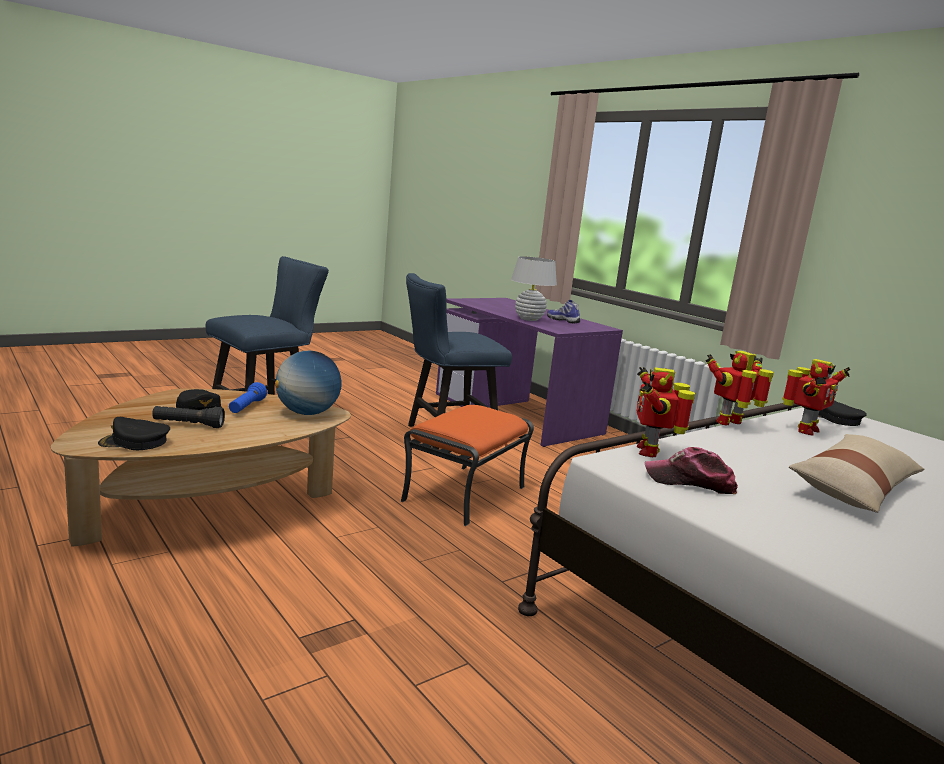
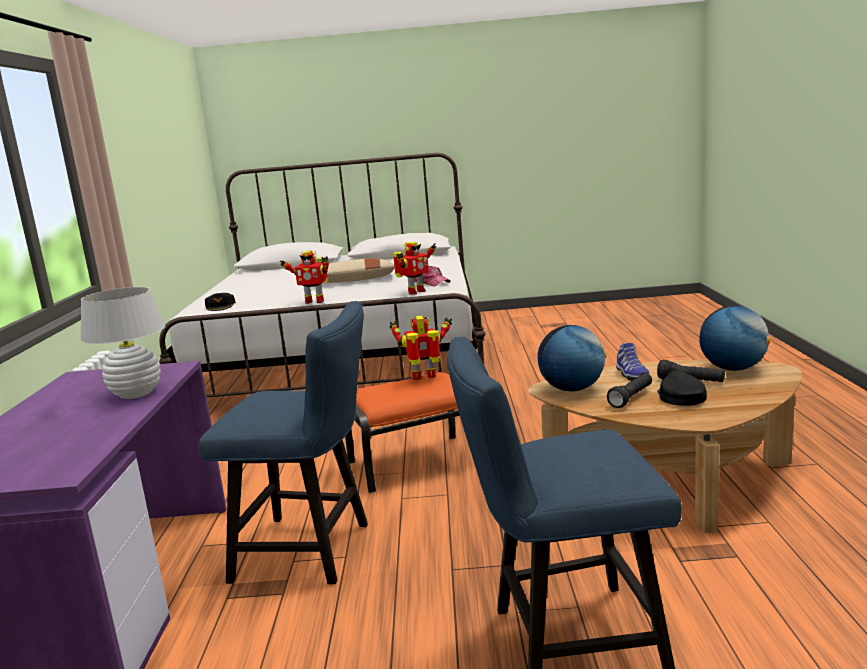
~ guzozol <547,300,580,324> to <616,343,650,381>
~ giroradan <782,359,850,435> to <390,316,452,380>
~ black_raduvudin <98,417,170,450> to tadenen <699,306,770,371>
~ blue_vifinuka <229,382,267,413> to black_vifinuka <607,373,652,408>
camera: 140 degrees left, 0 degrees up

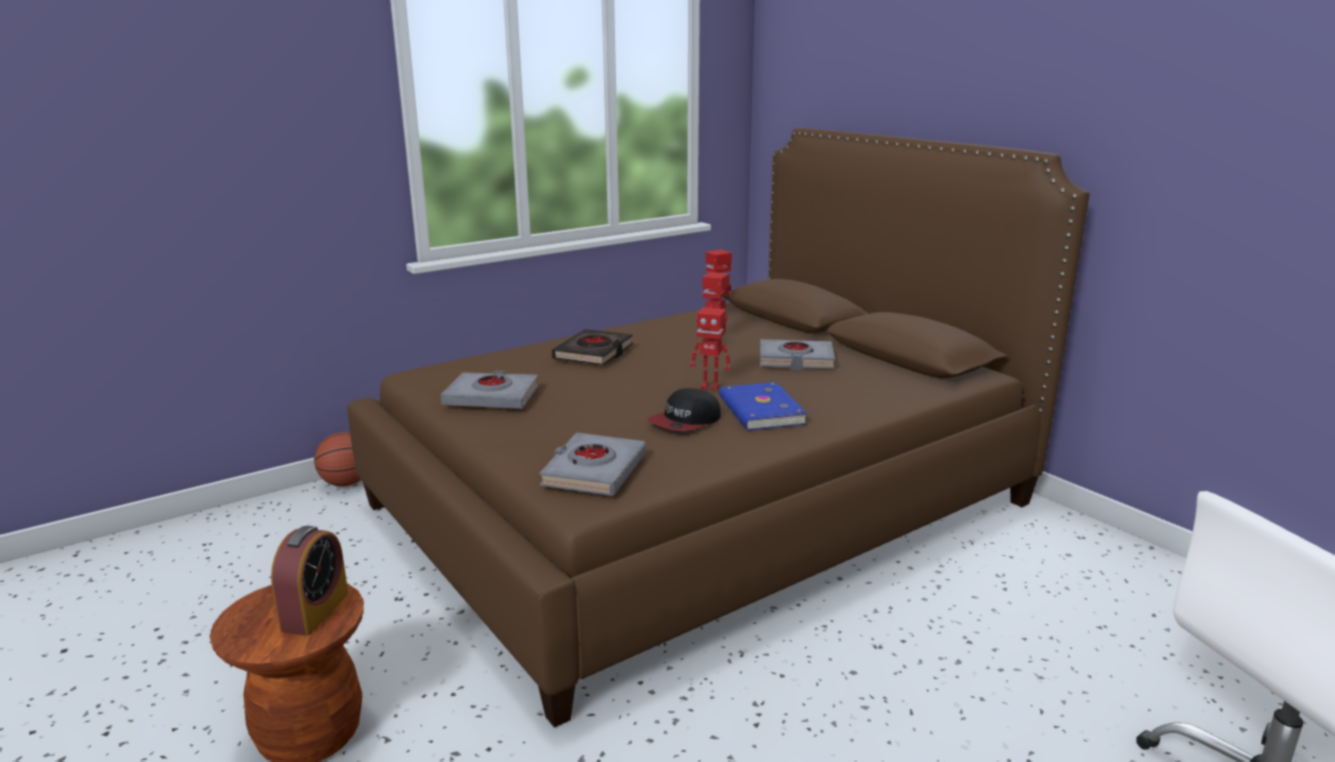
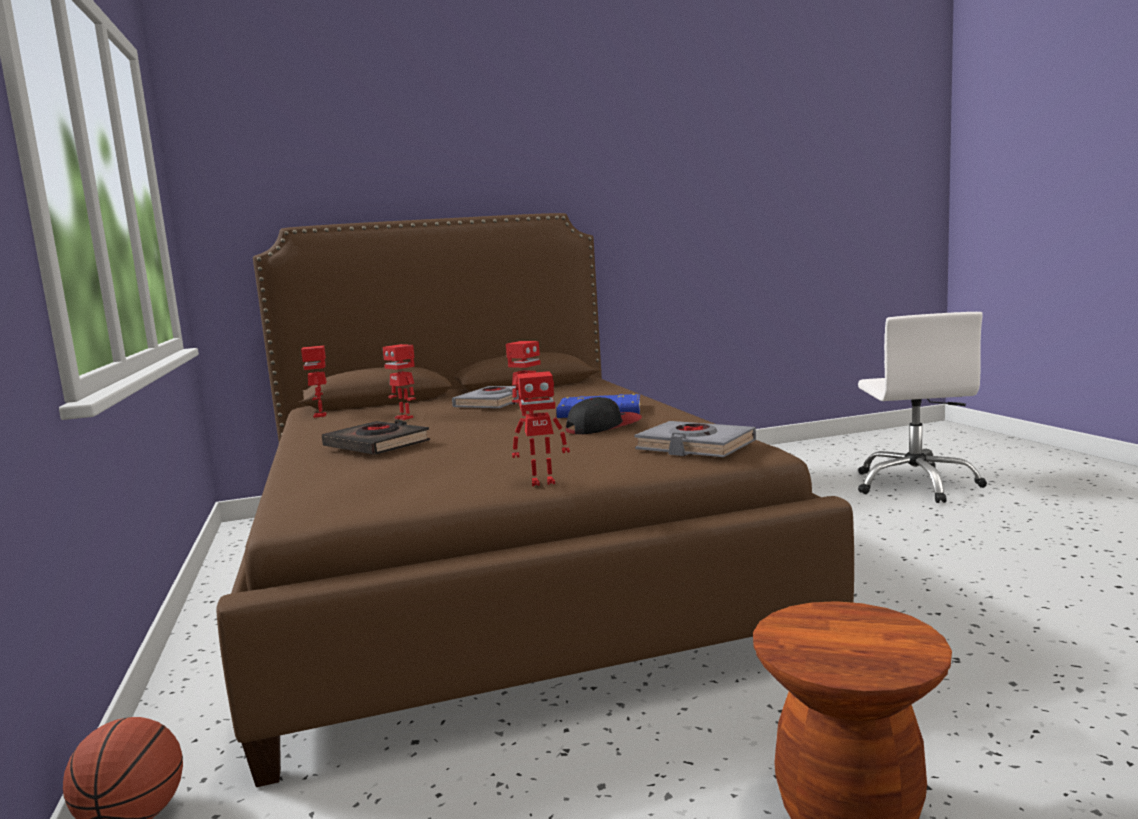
- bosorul <271,526,348,636>
- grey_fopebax <441,370,539,409>
+ giroradan <512,371,570,486>
~ raduvudin <647,388,721,431> = <566,397,642,434> 90 degrees counterclockwise
camera: 70 degrees left, 10 degrees down

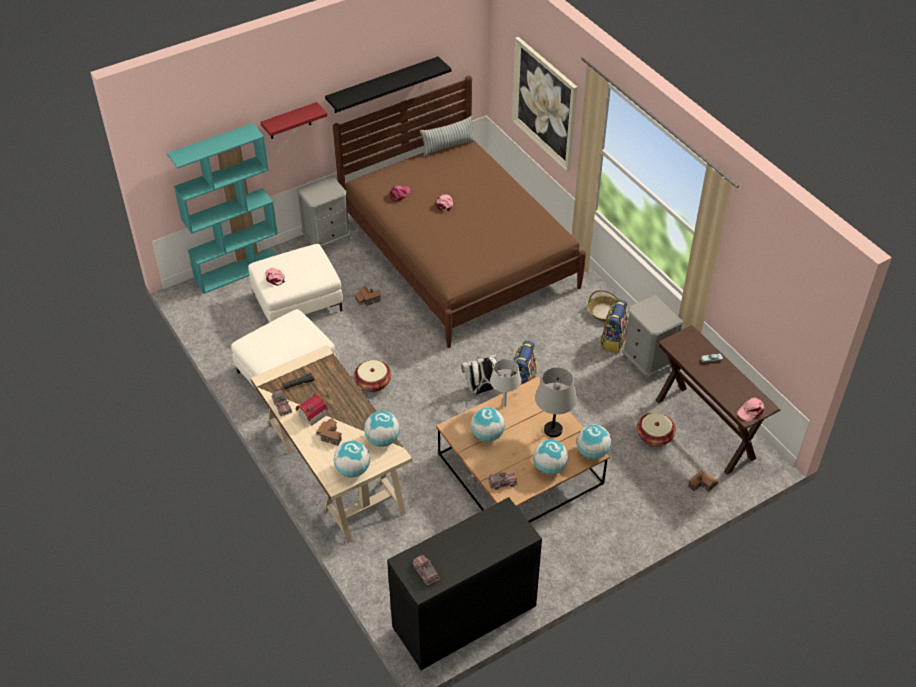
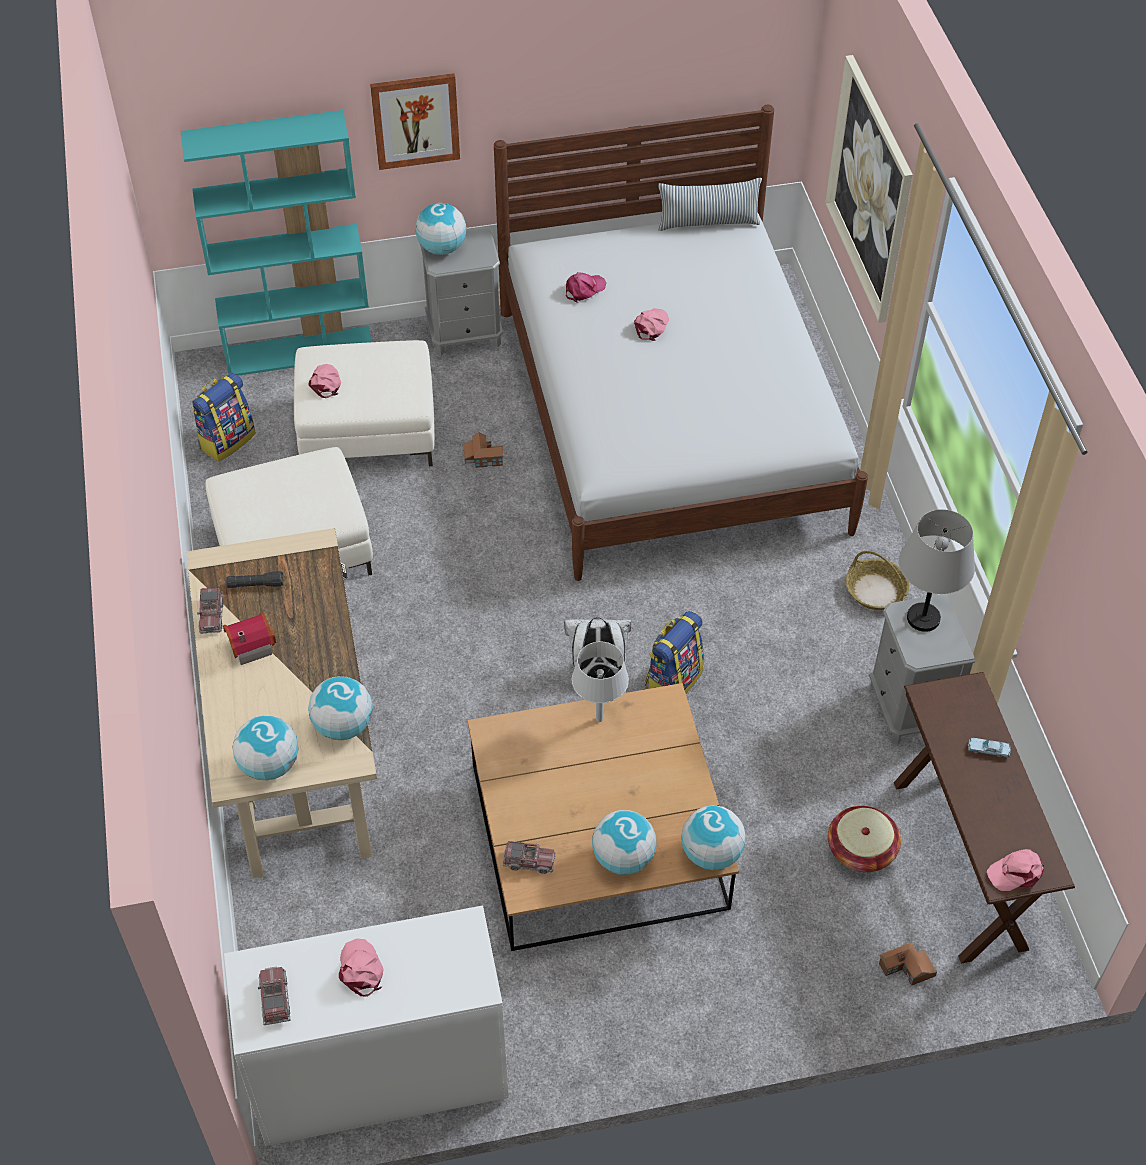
- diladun <316,418,342,446>
- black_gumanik <325,56,451,113>
- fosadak <354,360,391,392>
+ pink_raduvudin <339,938,383,997>
~ tadenen <471,408,505,442> to <415,203,466,255>
~ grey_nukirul <535,367,577,437> to <899,509,975,632>
~ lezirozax <600,299,628,353> to <191,372,255,461>
~ red_gumanik <260,102,327,139> to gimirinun <370,73,460,170>
~ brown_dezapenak <333,76,586,348> to white_dezapenak <494,105,868,581>
~ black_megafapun <387,497,542,670> to white_megafapun <224,905,509,1146>
camera: 20 degrees right, 5 degrees up

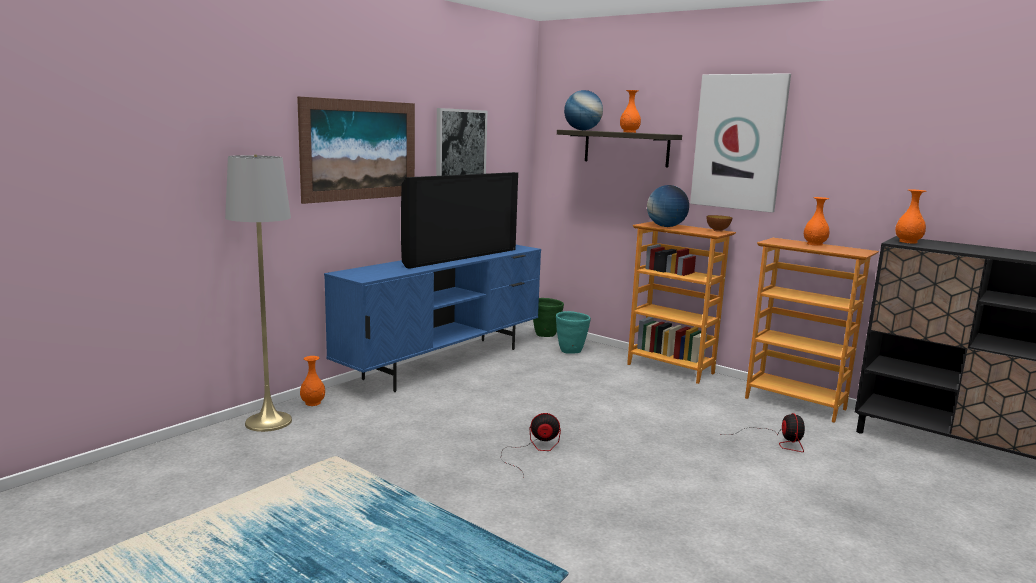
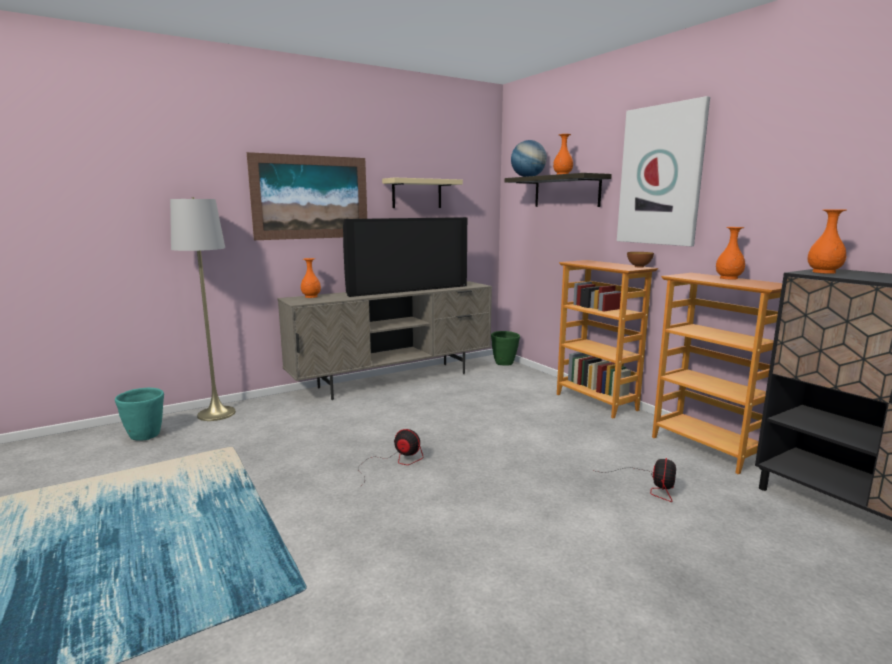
- tadenen <647,185,689,227>
~ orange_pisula <300,356,325,406> to <301,258,321,298>
~ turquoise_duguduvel <556,311,591,354> to <115,388,164,441>
~ gimirinun <436,108,487,176> to beige_gumanik <382,177,463,208>
~ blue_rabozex <324,245,541,392> to beige_rabozex <277,281,492,400>
camera: 20 degrees right, 0 degrees up

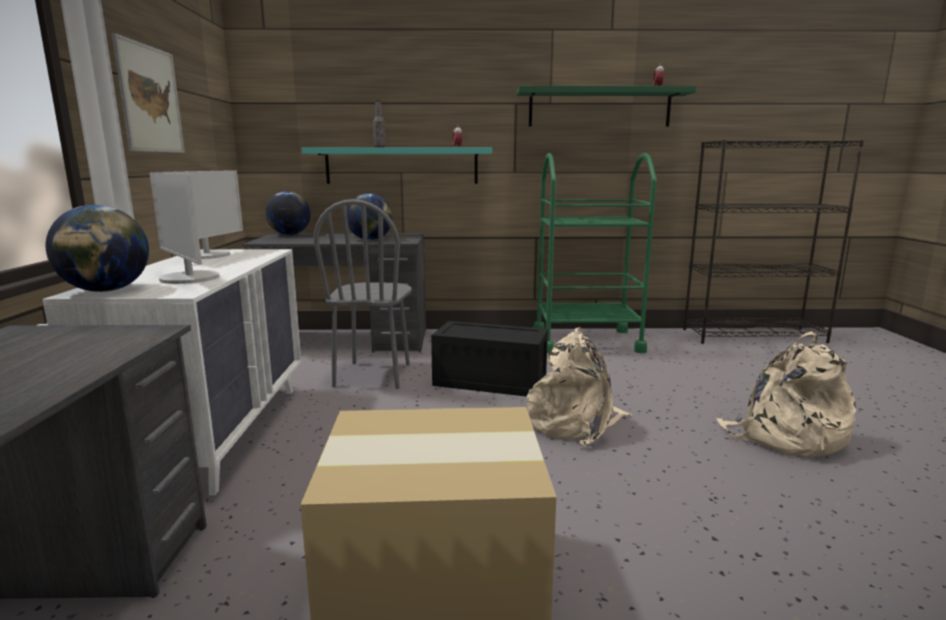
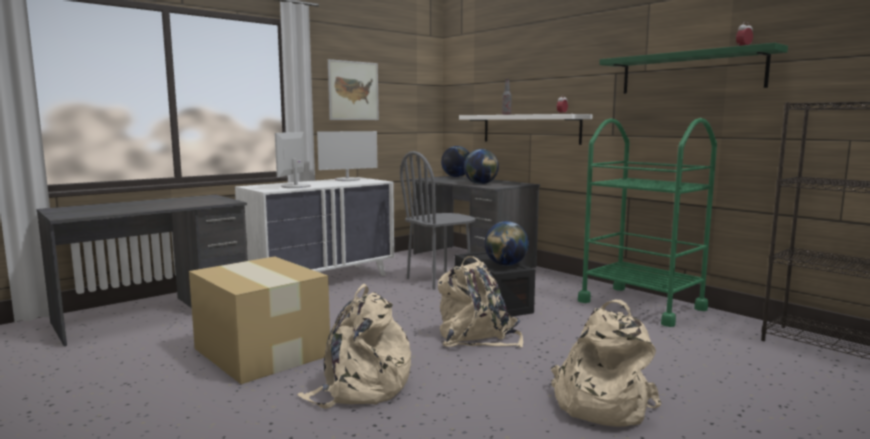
+ beige_lezirozax <297,284,411,409>
~ tadenen <46,205,149,292> to <485,221,529,266>
~ turquoise_gumanik <302,147,492,184> to white_gumanik <459,114,592,145>
camera: 50 degrees right, 5 degrees down

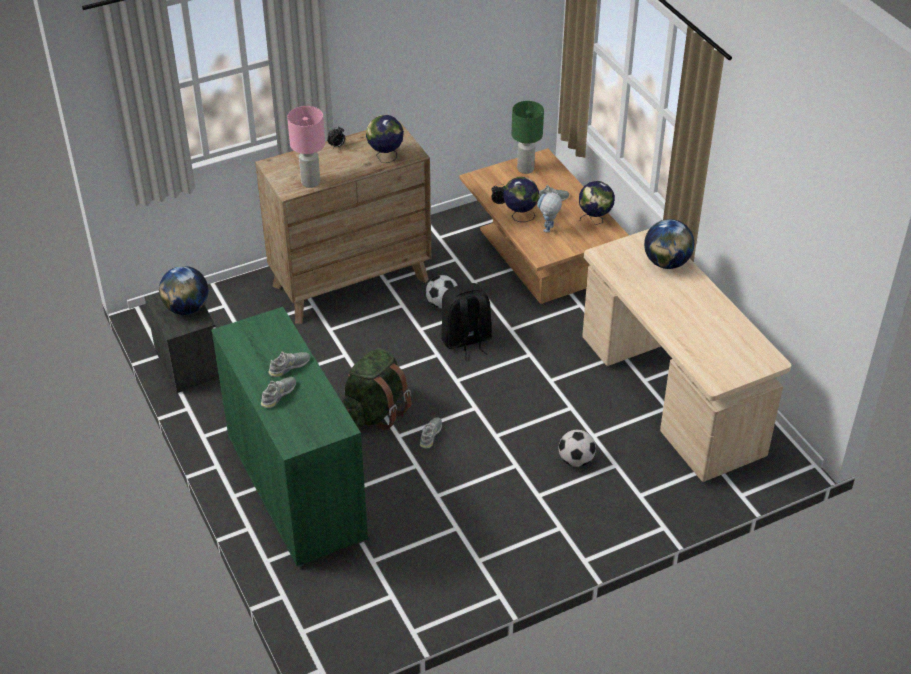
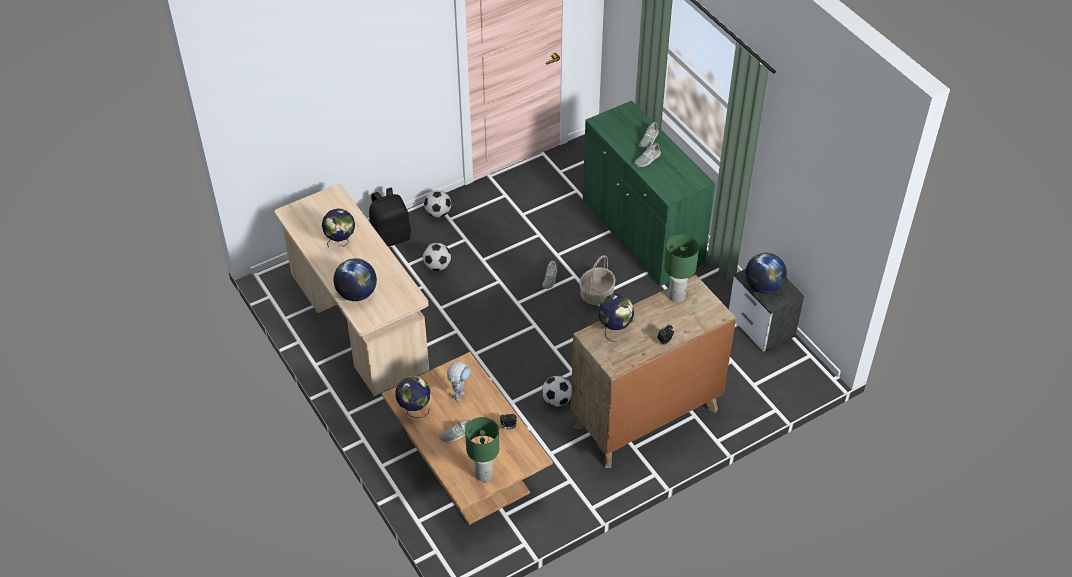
+ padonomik <424,190,451,217>
~ black_lezirozax <441,283,492,360> to <369,188,411,247>
~ tadenen <503,177,539,222> to <322,208,355,247>
~ green_lezirozax <342,348,412,430> to fosadak <579,255,616,305>
~ pink_nukirul <287,106,325,188> to green_nukirul <664,235,699,303>
camera: 175 degrees right, 5 degrees up

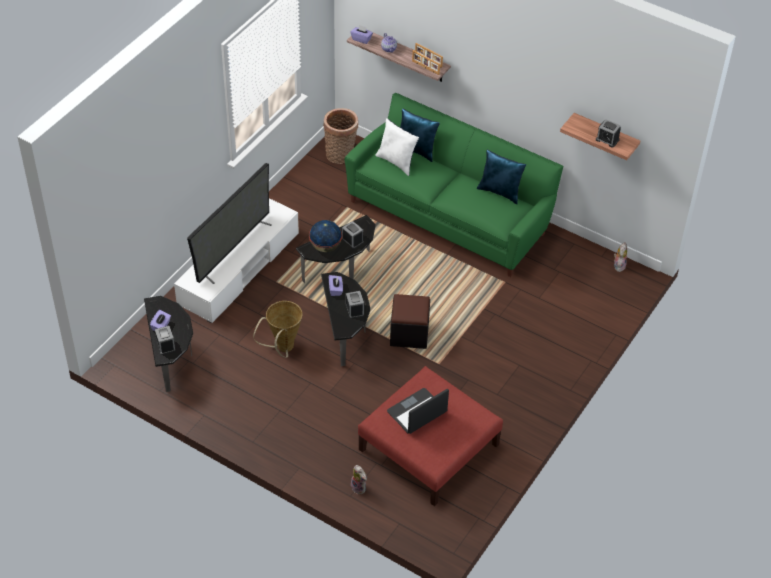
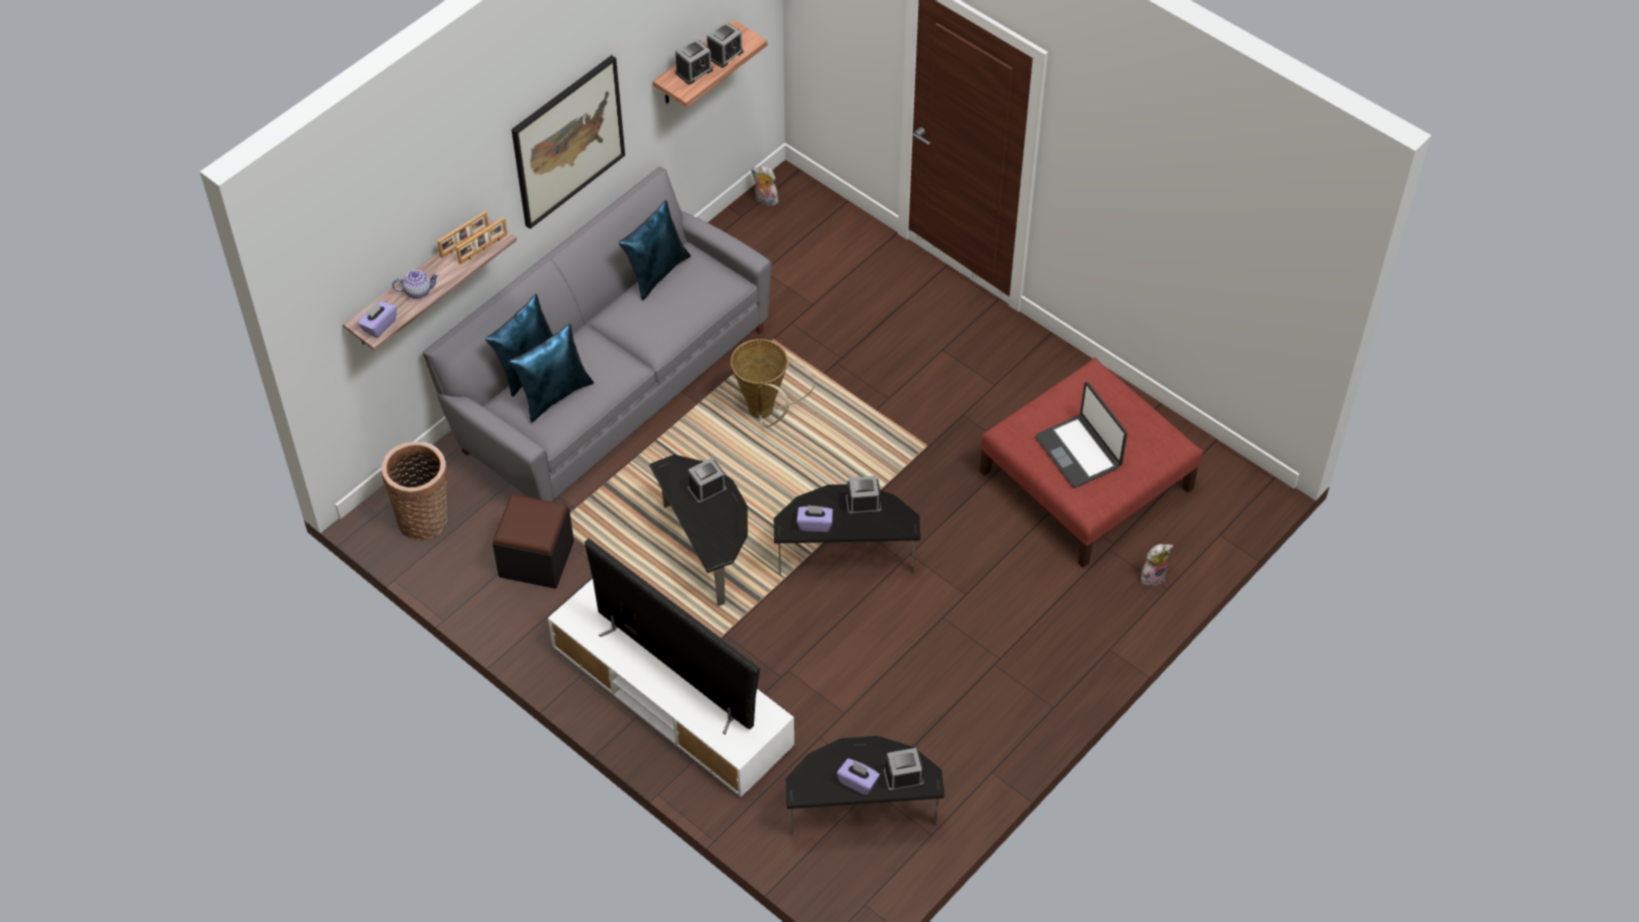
- tadenen <309,220,342,252>
+ gimirinun <511,55,625,229>
+ bosorul <675,38,713,85>
~ fosadak <253,301,302,358> to <731,339,815,427>
~ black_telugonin <390,294,430,349> to <493,494,574,589>
~ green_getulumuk <345,93,563,277> to grey_getulumuk <422,167,772,502>
~ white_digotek <375,118,419,176> to blue_digotek <509,324,594,422>
camera: 80 degrees left, 5 degrees up

